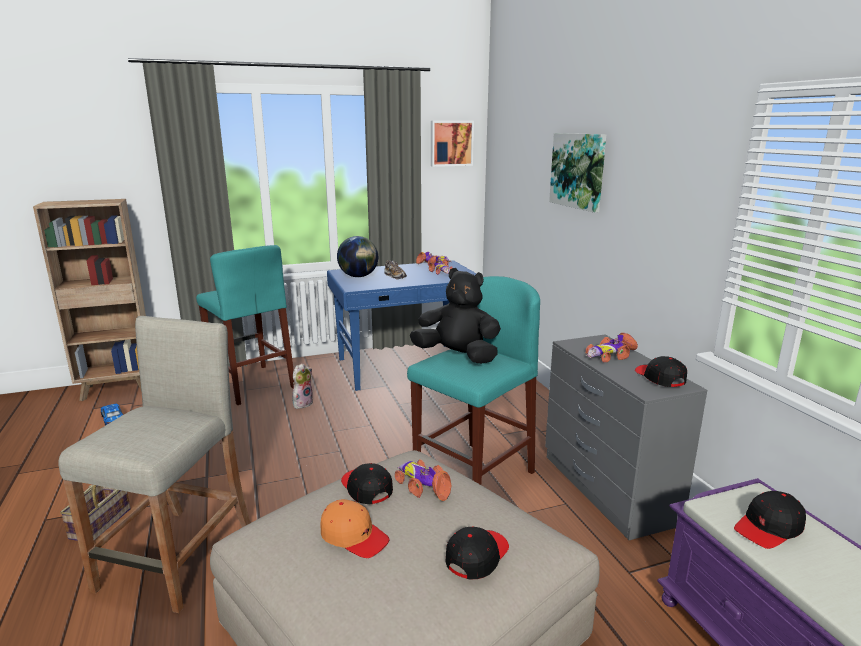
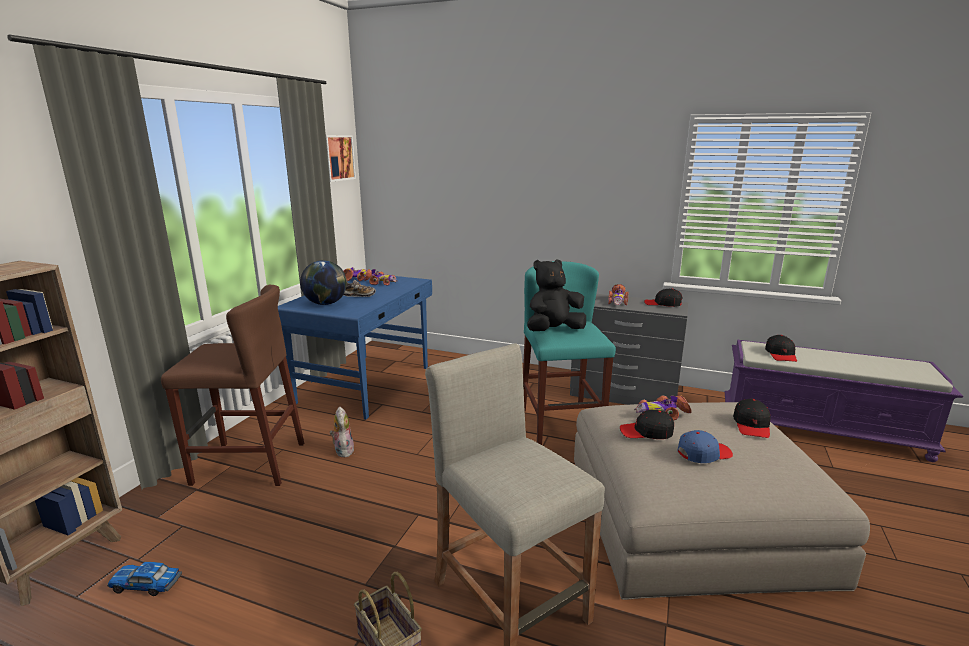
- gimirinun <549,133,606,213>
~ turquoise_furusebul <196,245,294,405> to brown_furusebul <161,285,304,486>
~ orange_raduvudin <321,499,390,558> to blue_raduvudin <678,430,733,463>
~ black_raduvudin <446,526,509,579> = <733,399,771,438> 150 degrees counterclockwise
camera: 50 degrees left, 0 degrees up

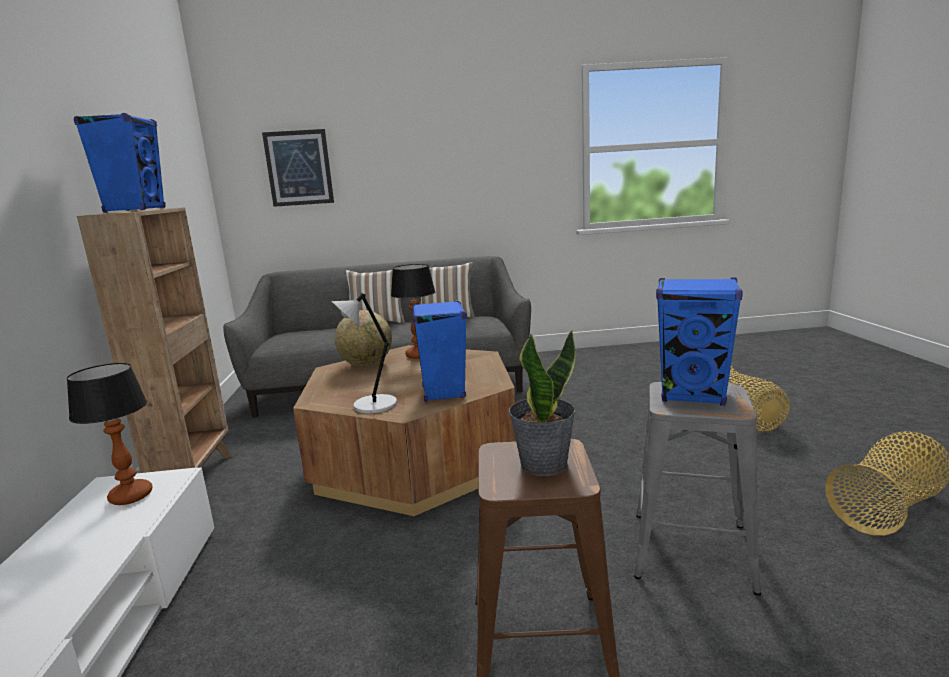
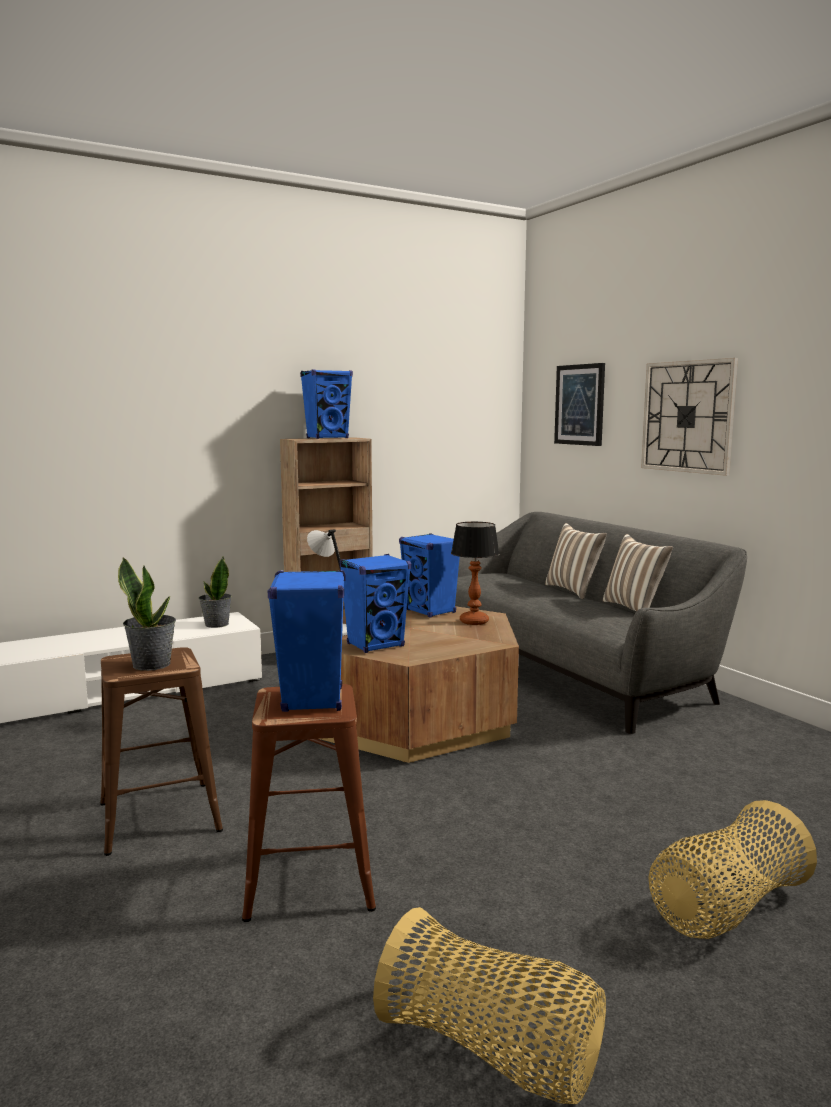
+ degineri <641,358,738,476>
~ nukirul <67,363,153,505> to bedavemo <199,556,232,628>
~ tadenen <335,310,392,367> to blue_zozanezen <399,533,460,618>
~ grey_furusebul <634,382,761,596> to brown_furusebul <242,684,376,922>
camera: 65 degrees right, 5 degrees down

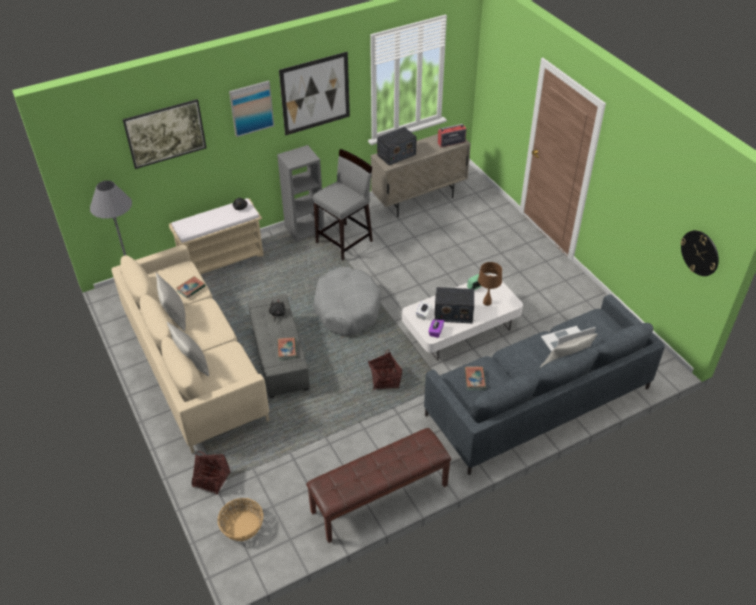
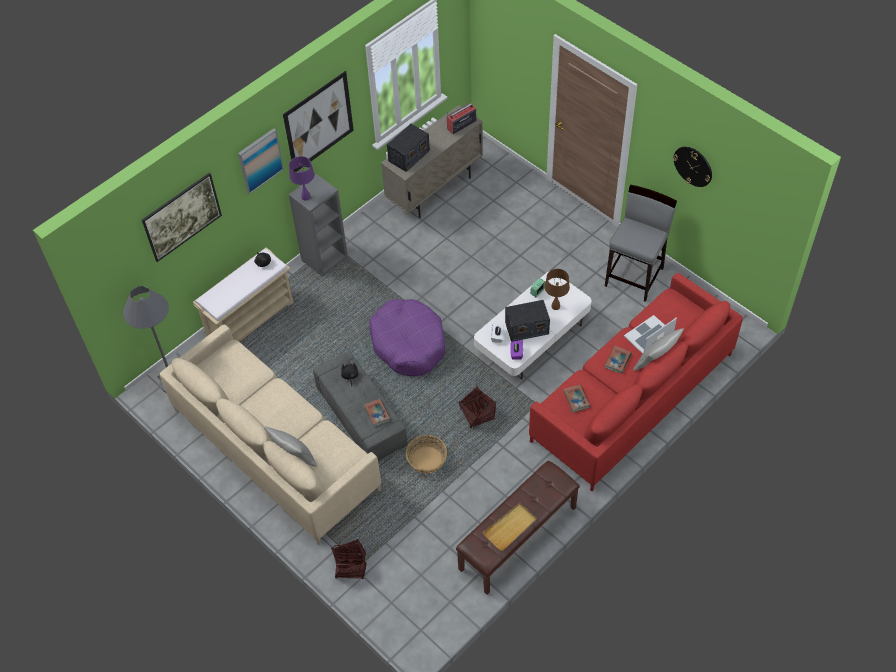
- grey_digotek <156,273,186,331>
+ purple_nukirul <289,156,314,200>
+ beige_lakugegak <483,503,537,551>
~ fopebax <176,276,206,298> to <605,346,632,374>
~ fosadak <217,498,263,541> to <406,435,447,474>
~ grey_furusebul <313,149,373,260> to <605,185,677,302>
~ degineri <680,230,719,276> to <673,147,712,187>
~ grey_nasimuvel <313,267,381,336> to purple_nasimuvel <370,299,445,376>
~ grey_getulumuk <424,294,665,475> to red_getulumuk <529,273,743,491>
camera: 15 degrees left, 10 degrees up

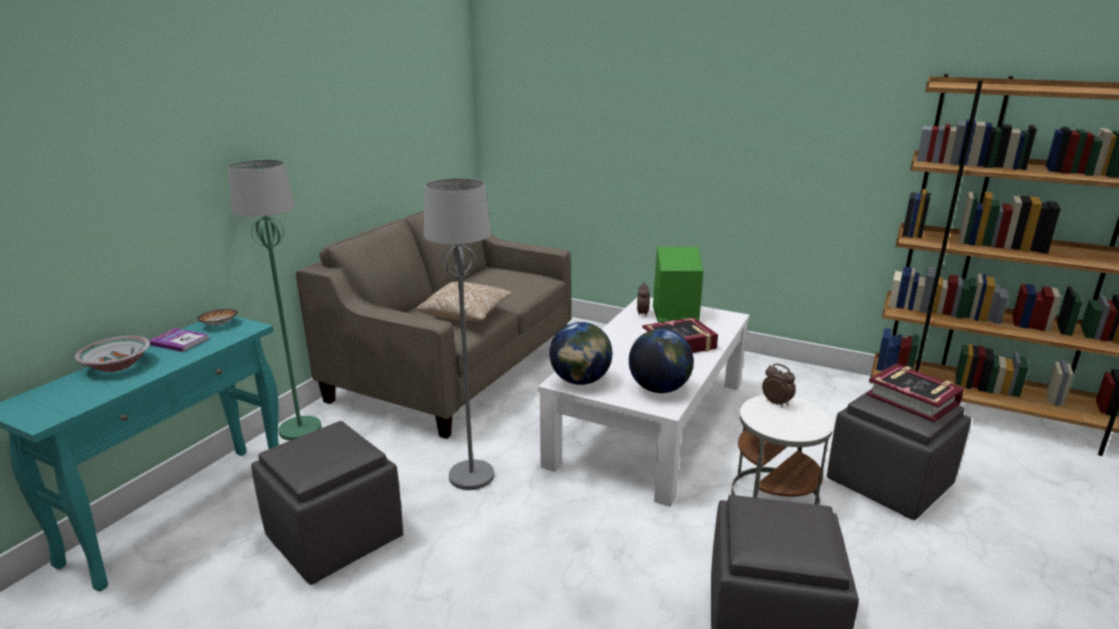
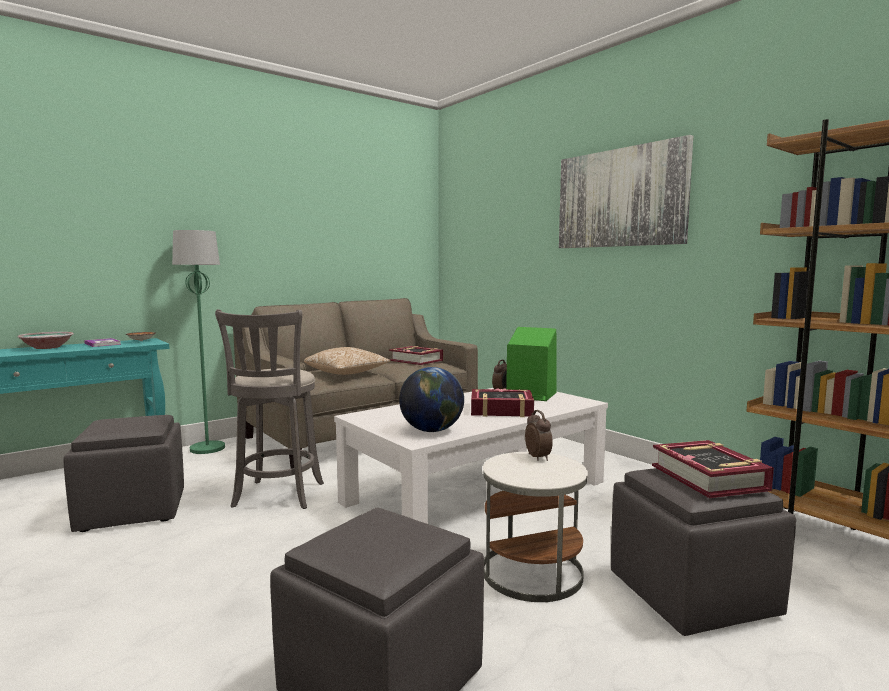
- tadenen <549,322,612,385>
+ fopebax <389,346,443,365>
+ gimirinun <559,135,693,248>
~ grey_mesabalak <424,178,494,490> to grey_furusebul <215,309,324,509>
camera: 25 degrees right, 15 degrees down

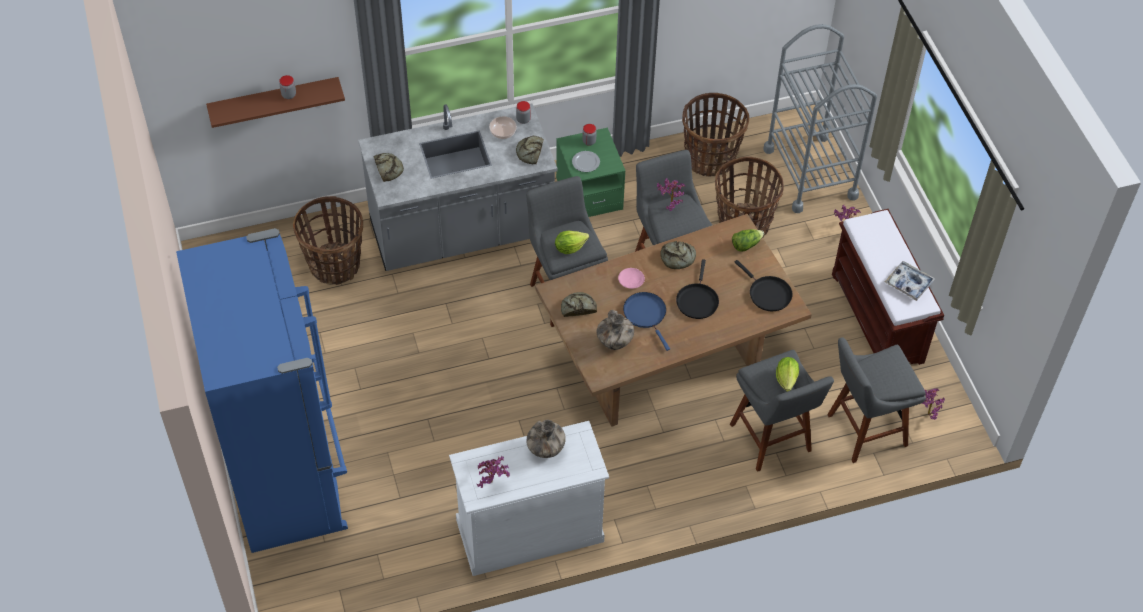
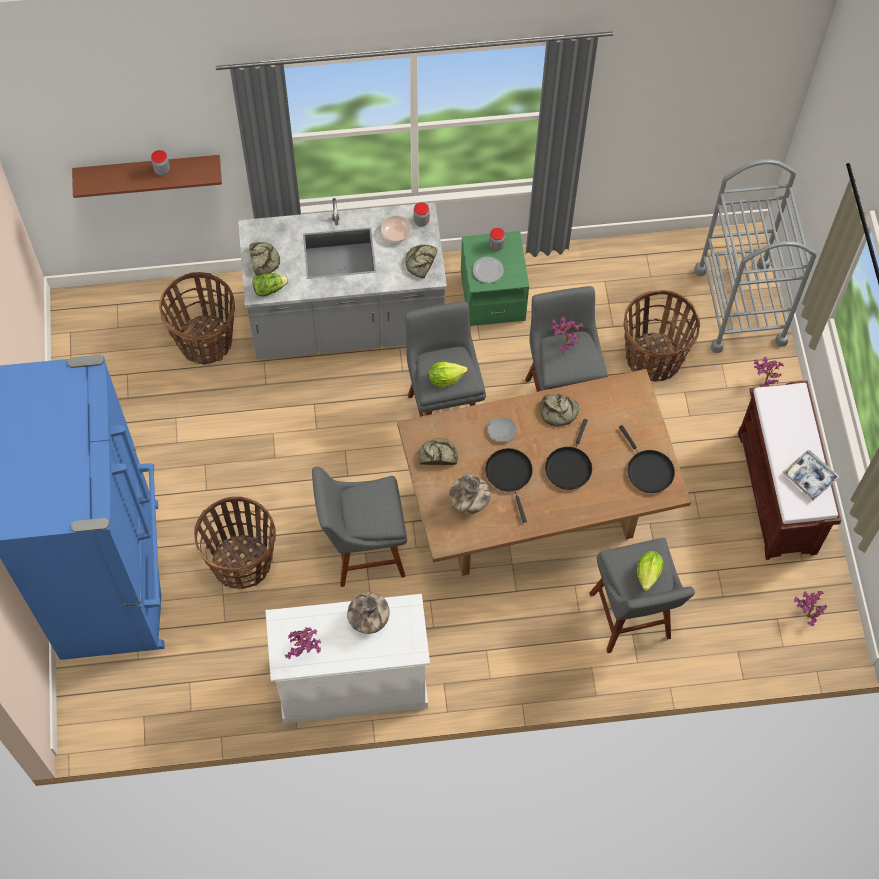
~ fosadak <682,93,749,176> to <194,497,276,589>
~ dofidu <732,229,764,252> to <252,273,289,297>
~ grey_furusebul <827,337,926,463> to <312,467,407,587>
~ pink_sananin <618,268,645,289> to grey_sananin <488,417,517,442>
~ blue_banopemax <623,292,670,351> to black_banopemax <485,448,533,523>
camera: 10 degrees right, 10 degrees up

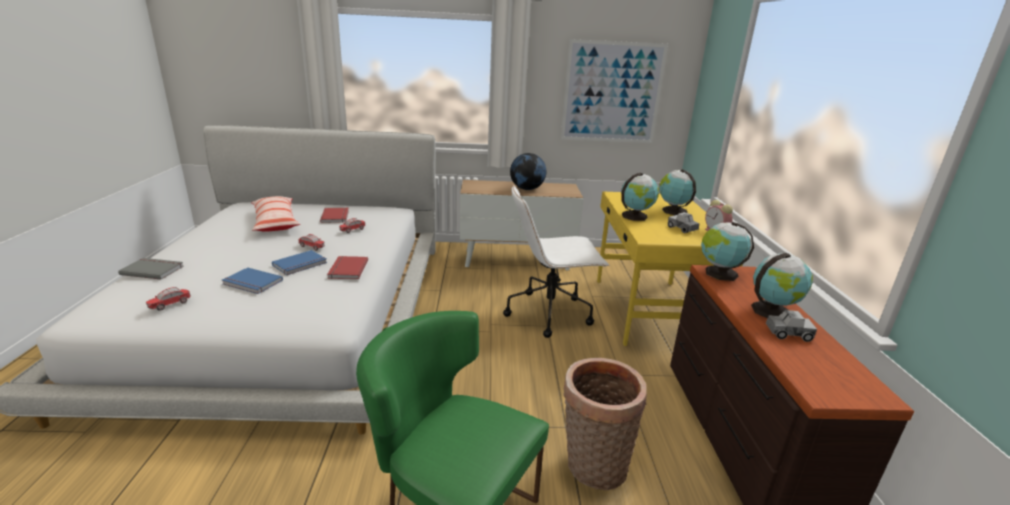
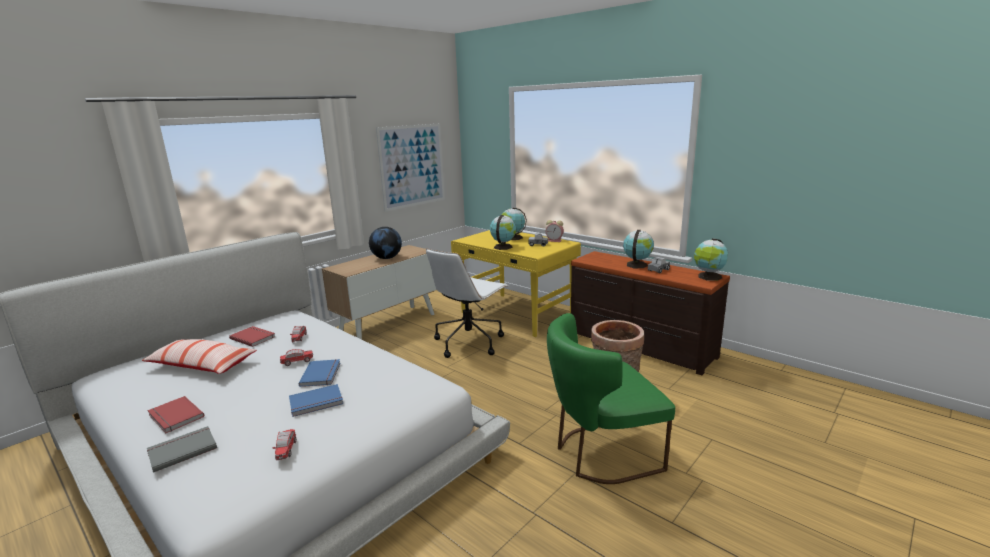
~ red_fopebax <327,256,368,279> to <147,396,204,433>
~ tadenen <701,222,754,281> to <694,239,728,281>
camera: 45 degrees left, 5 degrees down

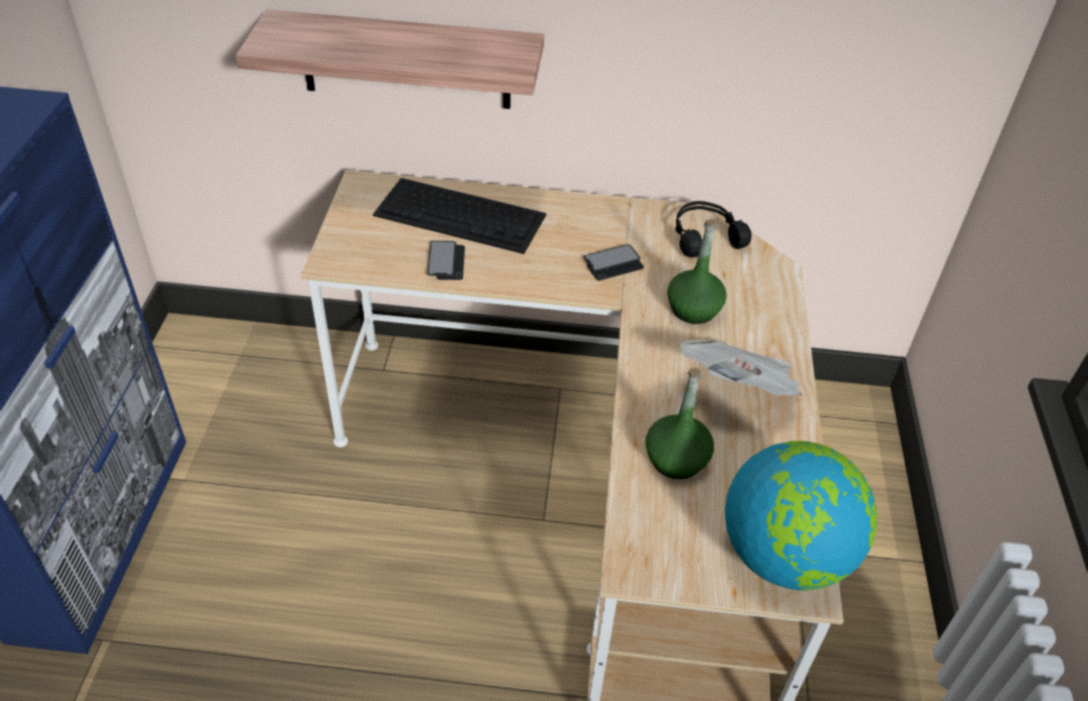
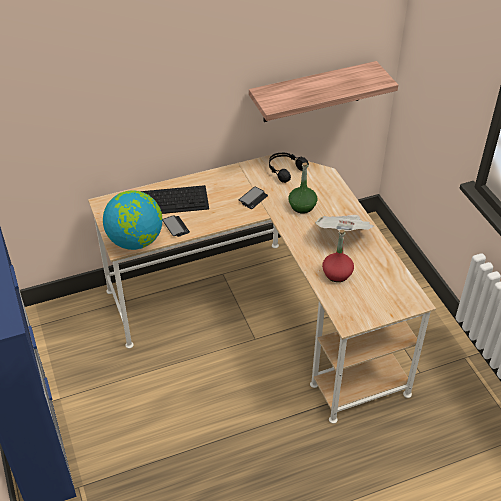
~ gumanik <236,9,544,109> to <249,61,398,122>
~ tadenen <725,441,877,591> to <103,190,162,250>
~ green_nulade <646,368,714,479> to red_nulade <322,230,354,282>
camera: 25 degrees left, 0 degrees up

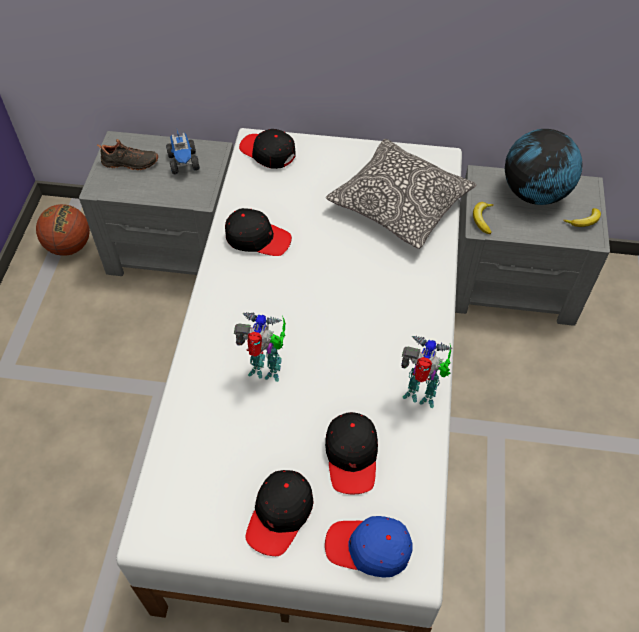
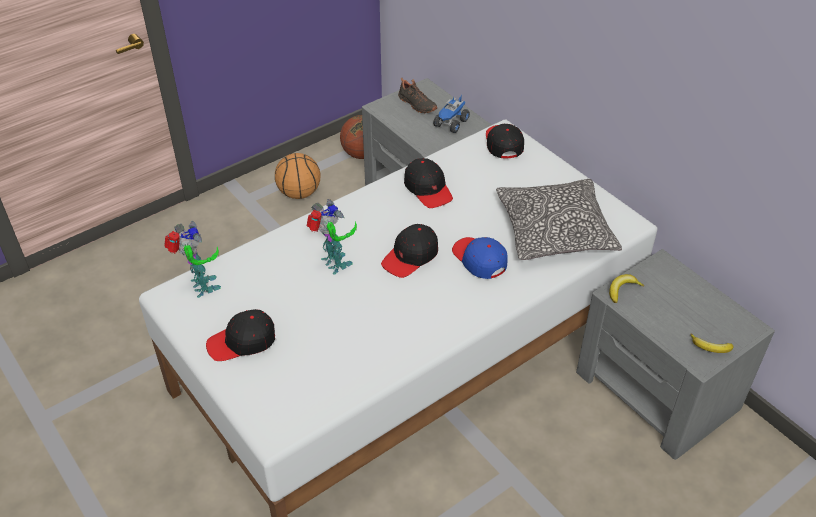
- tadenen <505,129,582,205>
+ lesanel <275,153,320,199>
~ black_raduvudin <325,412,378,494> to <381,224,438,278>
~ blue_raduvudin <325,516,412,578> to <452,237,508,279>
~ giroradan <401,336,452,408> to <164,221,221,298>
camera: 45 degrees right, 10 degrees down

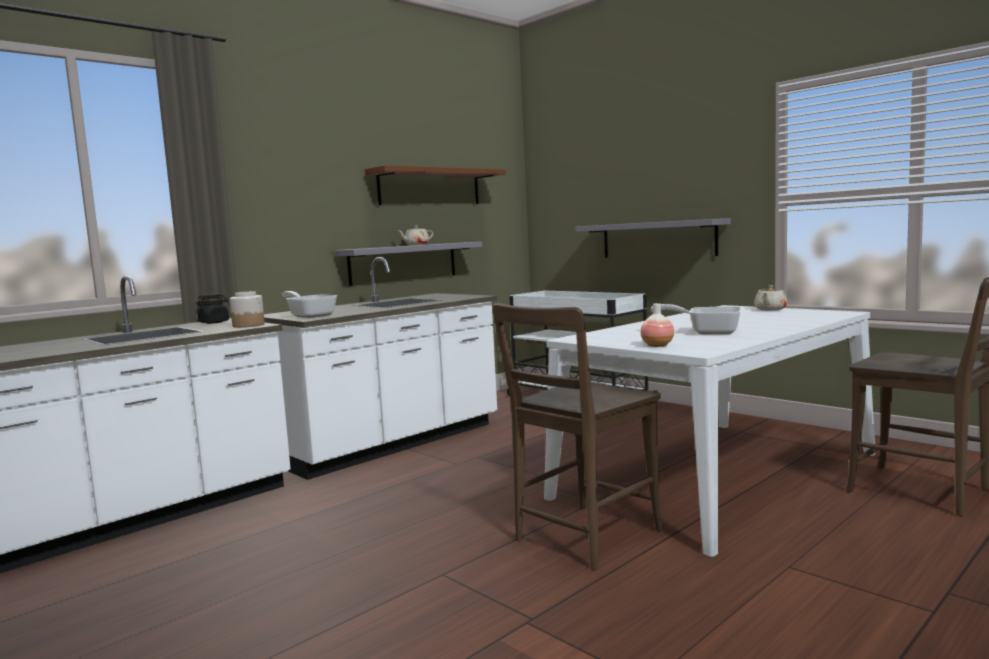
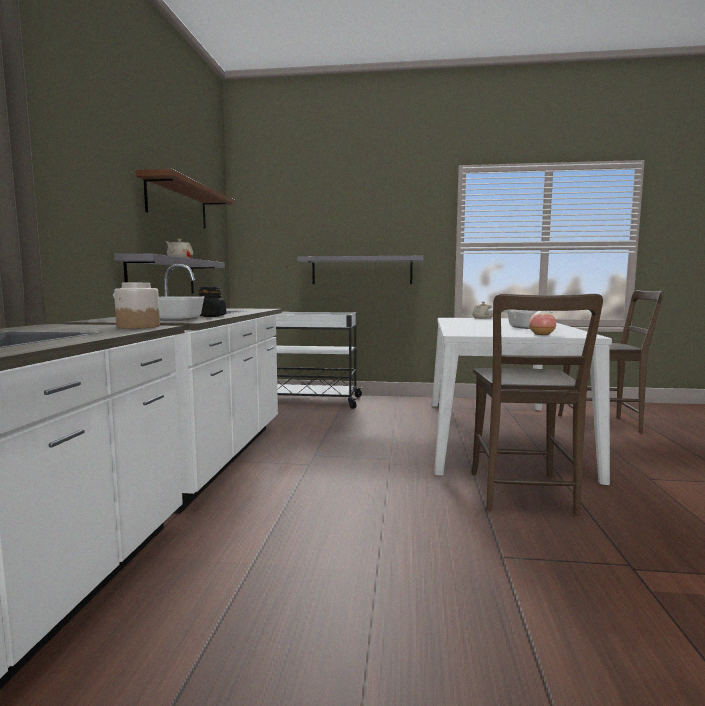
~ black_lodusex <196,294,229,324> to <199,287,226,317>
camera: 40 degrees left, 0 degrees up

